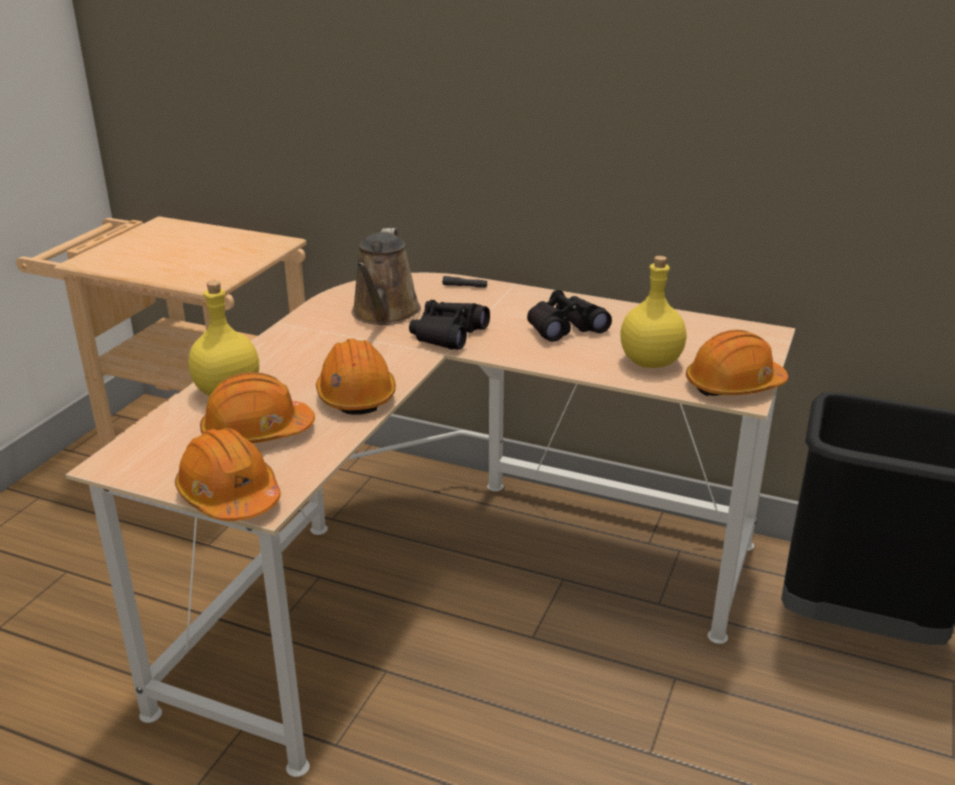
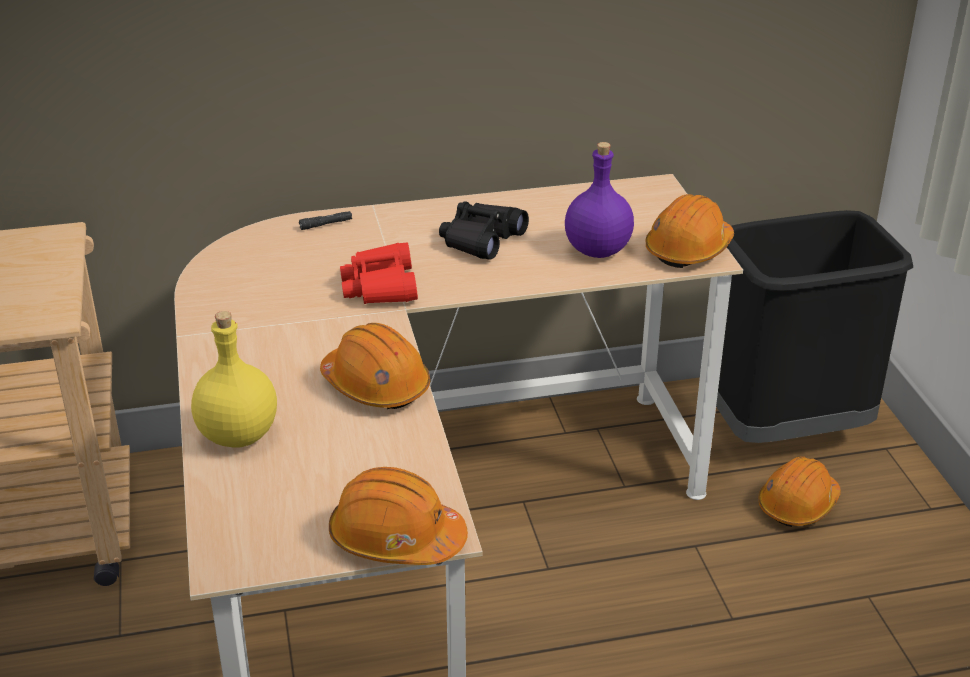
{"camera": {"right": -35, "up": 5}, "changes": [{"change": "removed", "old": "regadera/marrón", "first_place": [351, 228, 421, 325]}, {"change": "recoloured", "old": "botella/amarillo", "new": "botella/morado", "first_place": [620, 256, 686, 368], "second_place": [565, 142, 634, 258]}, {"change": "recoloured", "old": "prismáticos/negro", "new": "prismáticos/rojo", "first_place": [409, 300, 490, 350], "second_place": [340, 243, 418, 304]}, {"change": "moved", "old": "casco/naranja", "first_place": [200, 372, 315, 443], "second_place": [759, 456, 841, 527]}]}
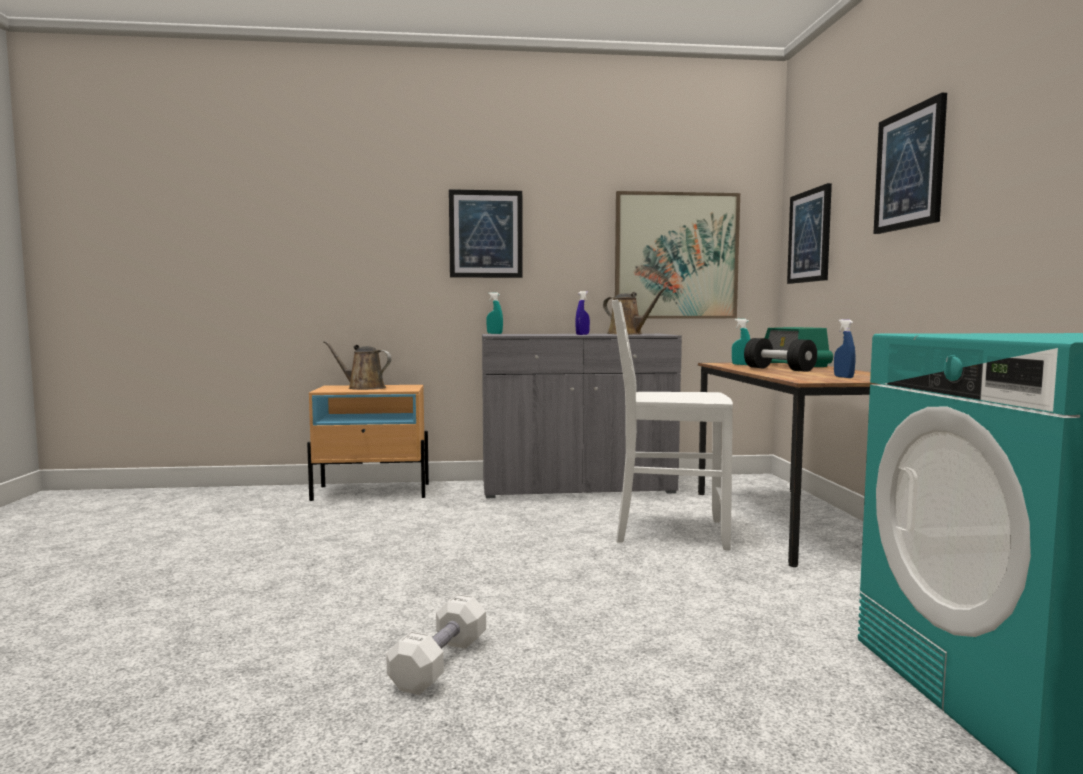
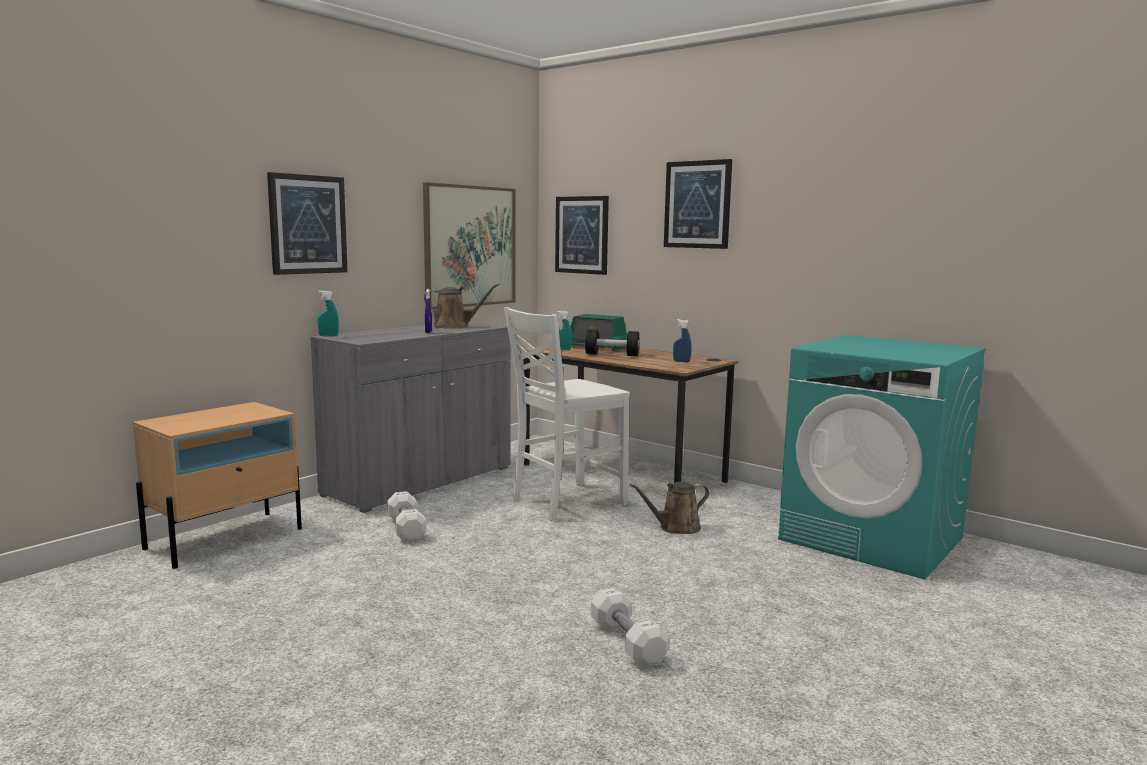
{"camera": {"right": -45, "up": 5}, "changes": [{"change": "moved", "old": "regadera/marrón", "first_place": [323, 341, 392, 390], "second_place": [630, 482, 709, 534]}, {"change": "added", "new": "mancuerna/blanco", "second_place": [387, 491, 427, 542]}]}
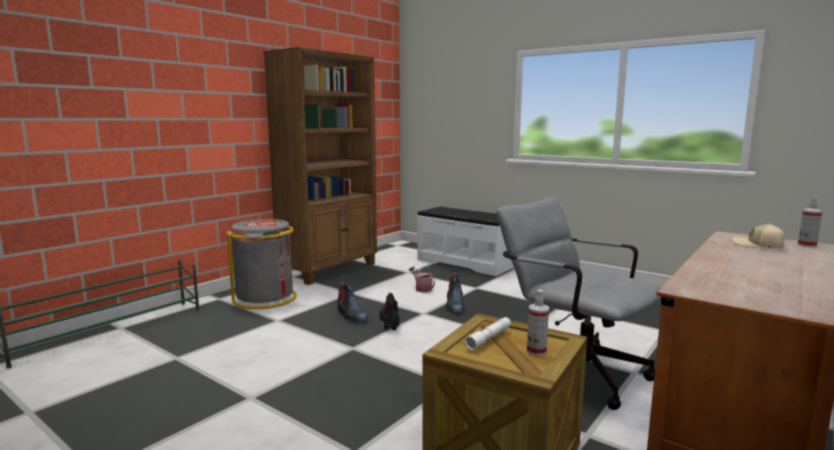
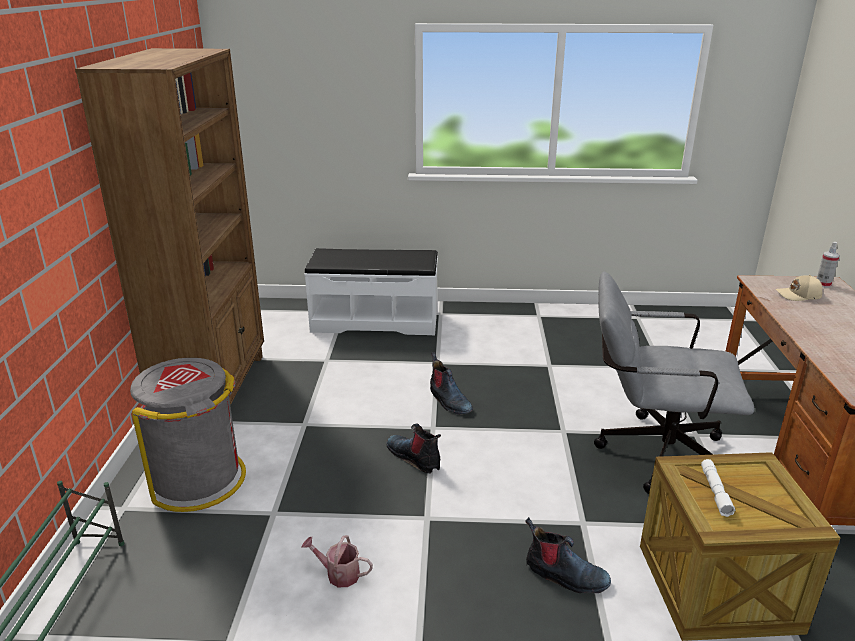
{"camera": {"right": -35, "up": 15}, "changes": [{"change": "moved", "old": "regadera", "first_place": [409, 266, 435, 292], "second_place": [301, 535, 373, 587]}, {"change": "moved", "old": "bota", "first_place": [337, 275, 368, 323], "second_place": [526, 517, 611, 593]}, {"change": "removed", "old": "pulverizador", "first_place": [527, 290, 549, 356]}]}
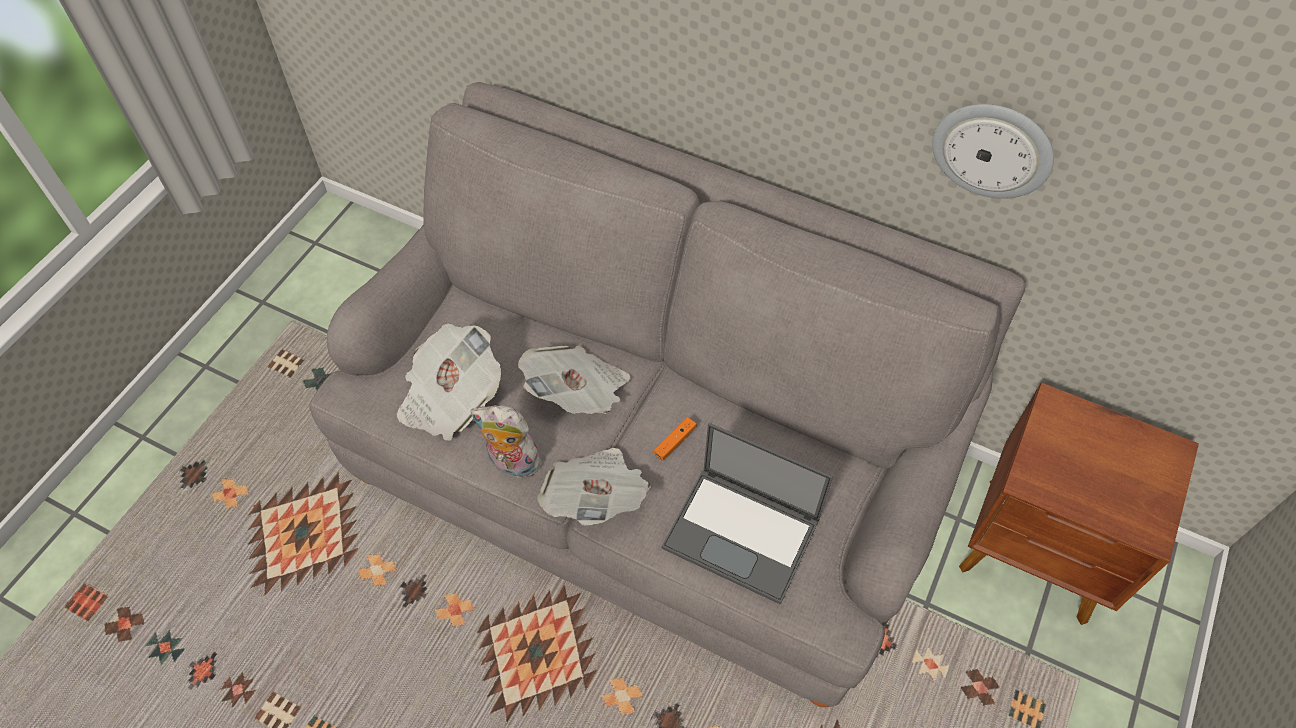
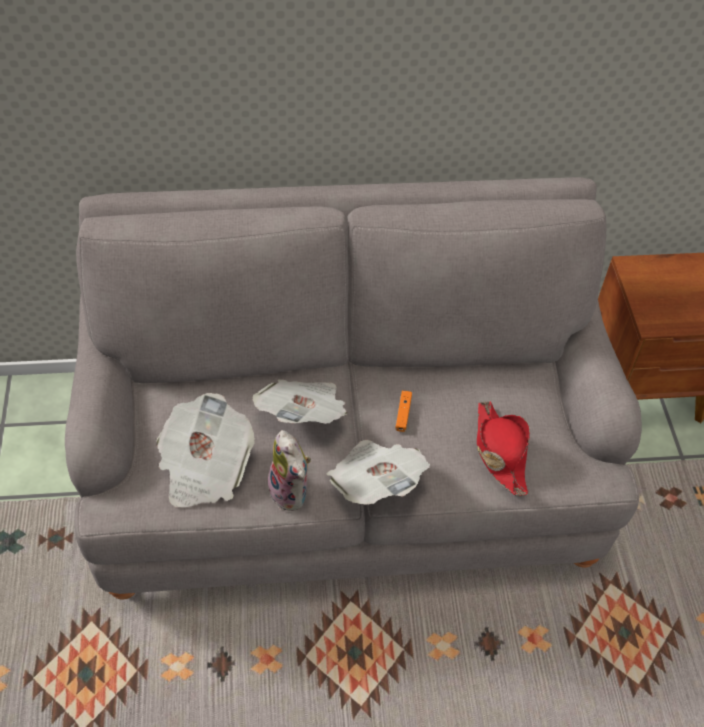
{"camera": {"right": -35, "up": -5}, "changes": [{"change": "removed", "old": "reloj de pared", "first_place": [932, 104, 1054, 199]}, {"change": "turned", "old": "peluche", "first_place": [470, 405, 545, 478], "second_place": [268, 430, 311, 511], "degrees": -105}, {"change": "replaced", "old": "portátil", "new": "sombrero/rojo", "first_place": [661, 423, 833, 605], "second_place": [477, 401, 530, 496]}]}
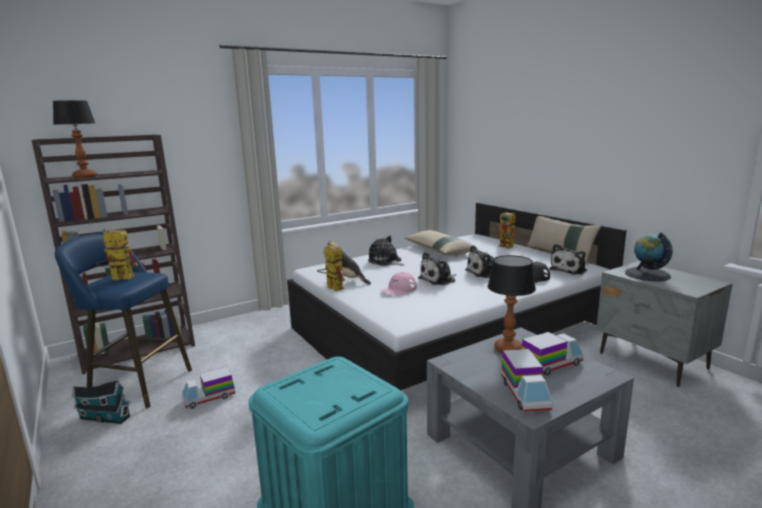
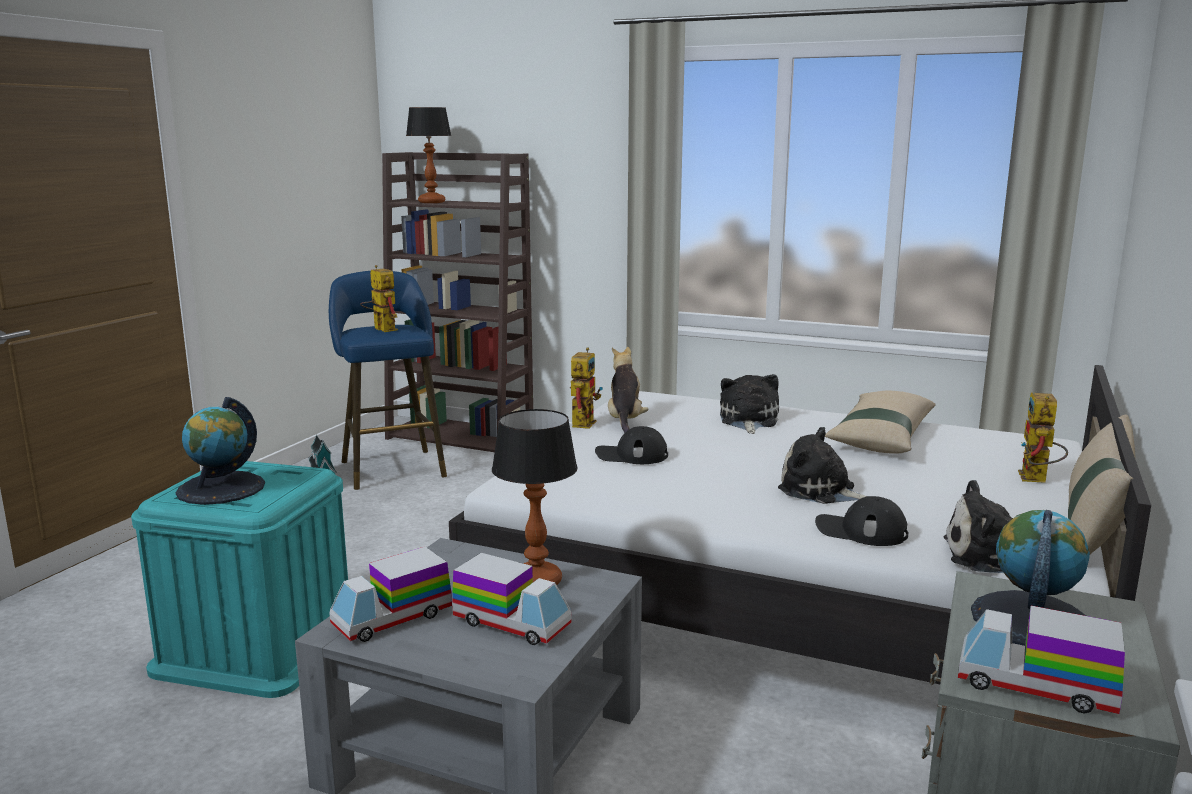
{"camera": {"right": 55, "up": 0}, "changes": [{"change": "removed", "old": "peluche", "first_place": [418, 252, 456, 285]}, {"change": "recoloured", "old": "gorra/rosa", "new": "gorra/negro", "first_place": [381, 272, 417, 296], "second_place": [595, 426, 668, 464]}, {"change": "moved", "old": "camión de juguete", "first_place": [182, 367, 235, 409], "second_place": [958, 606, 1125, 714]}, {"change": "added", "new": "globo terráqueo", "second_place": [176, 397, 265, 505]}]}
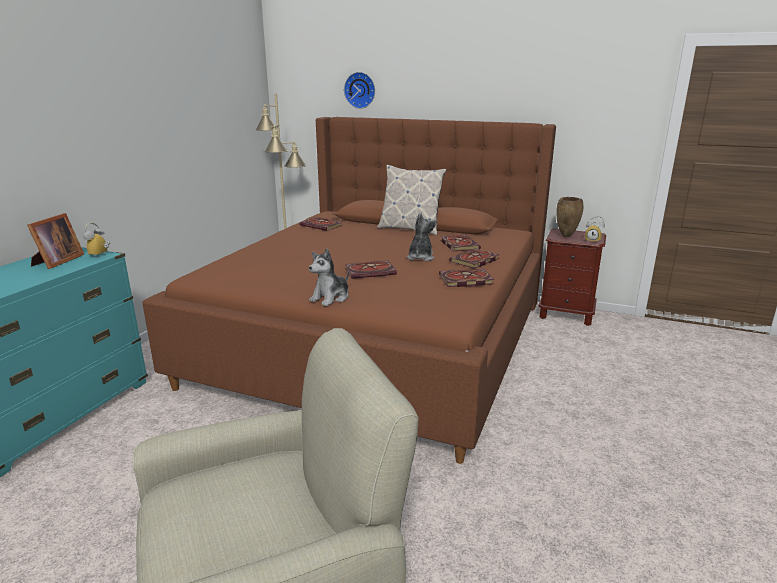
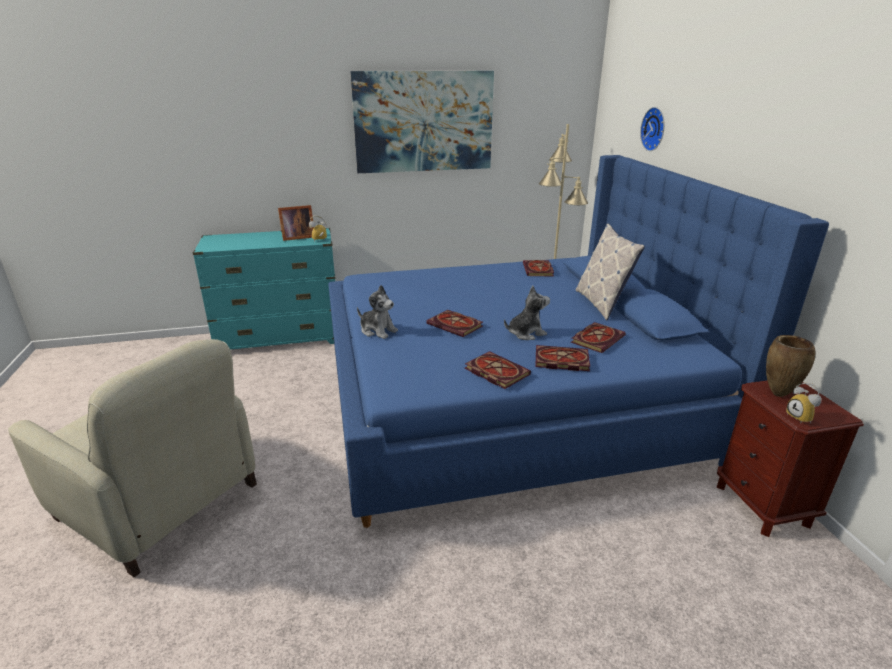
{"camera": {"right": 55, "up": 5}, "changes": [{"change": "recoloured", "old": "cama/marrón", "new": "cama/azul", "first_place": [142, 117, 556, 464], "second_place": [328, 155, 829, 528]}, {"change": "turned", "old": "peluche", "first_place": [309, 248, 349, 306], "second_place": [357, 285, 398, 339], "degrees": -150}, {"change": "added", "new": "cuadro", "second_place": [350, 71, 494, 173]}]}
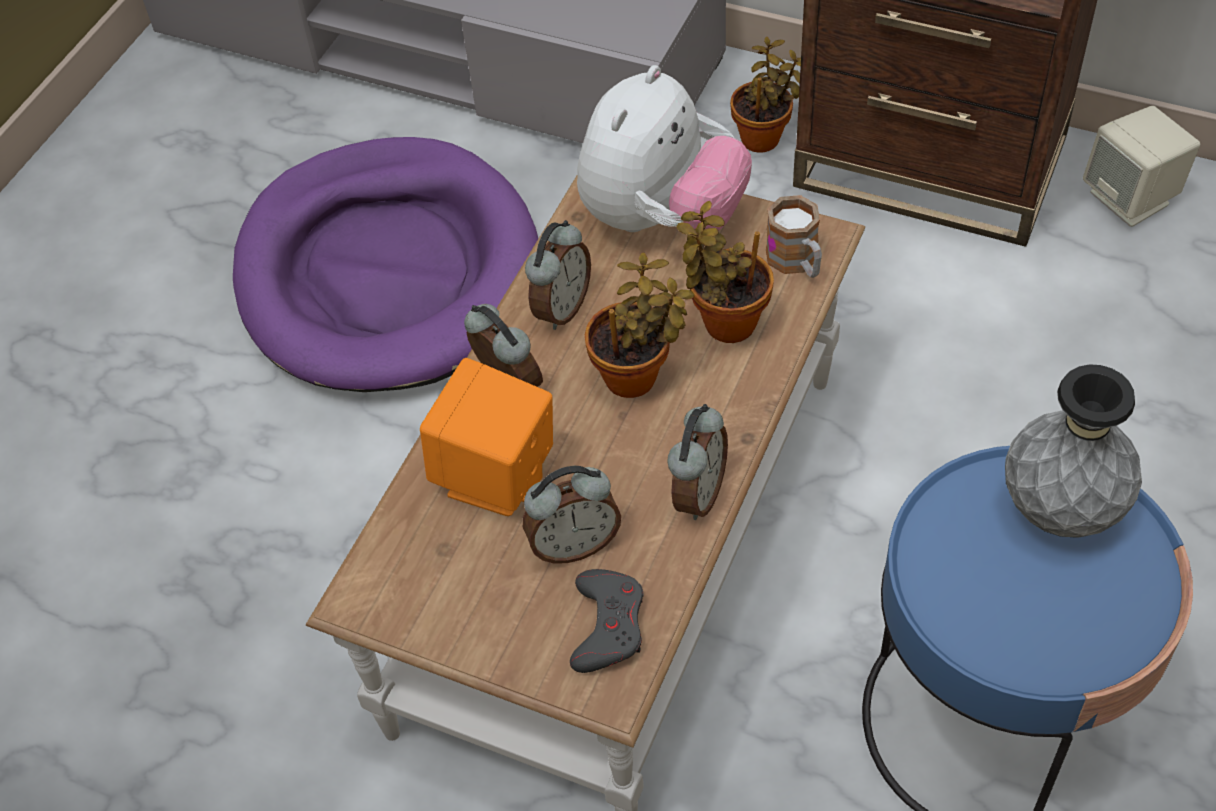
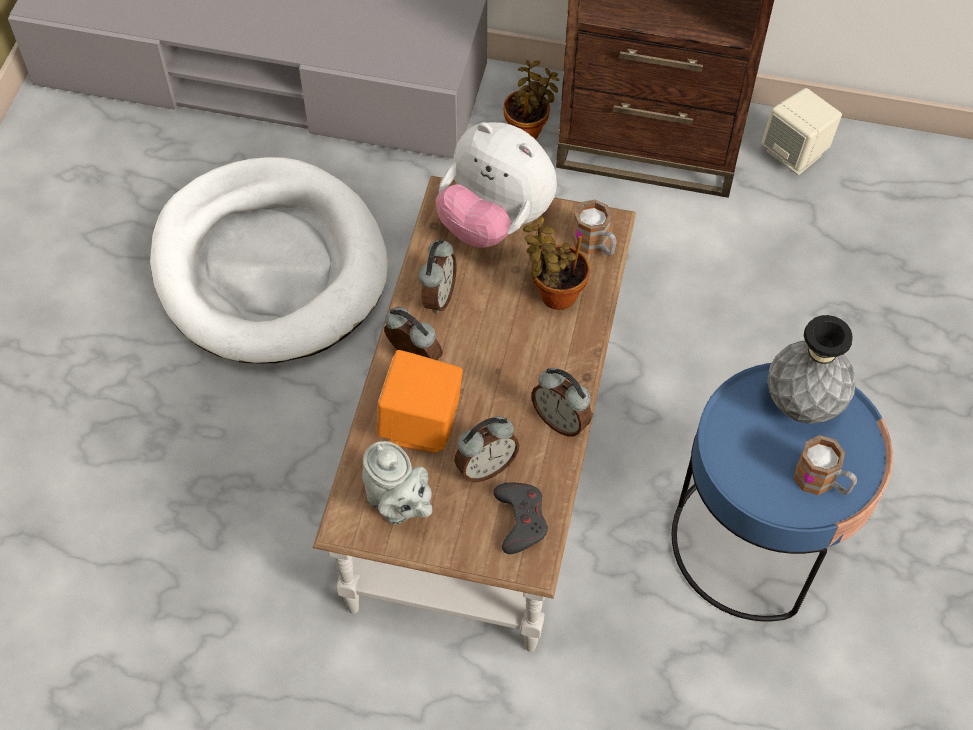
{"camera": {"right": -15, "up": 5}, "changes": [{"change": "turned", "old": "peluche", "first_place": [577, 65, 752, 232], "second_place": [436, 122, 557, 248], "degrees": 105}, {"change": "recoloured", "old": "cama para perro/morado", "new": "cama para perro/blanco", "first_place": [233, 137, 538, 392], "second_place": [150, 157, 388, 364]}, {"change": "removed", "old": "planta en maceta", "first_place": [585, 252, 694, 398]}, {"change": "turned", "old": "despertador", "first_place": [667, 404, 728, 520], "second_place": [531, 368, 592, 437], "degrees": 120}, {"change": "added", "new": "taza grande", "second_place": [793, 435, 857, 495]}, {"change": "added", "new": "tetera/gris", "second_place": [362, 441, 432, 524]}]}
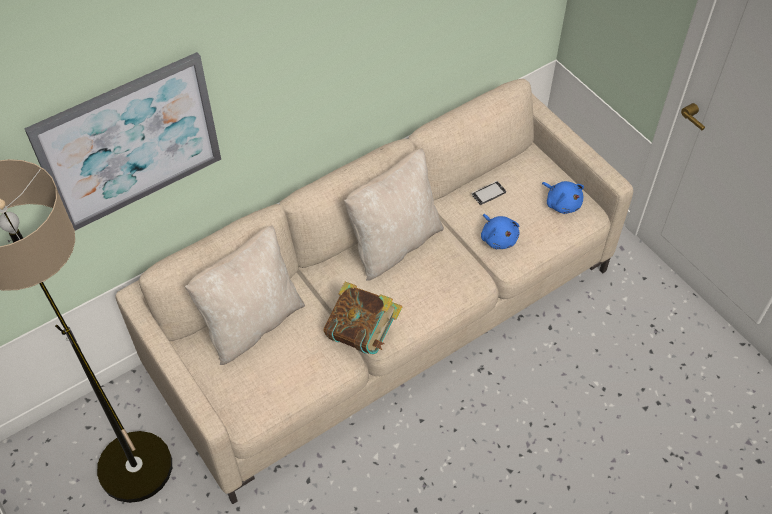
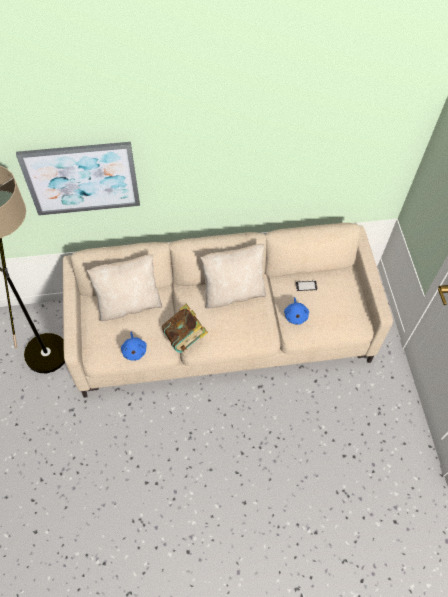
{"camera": {"right": 25, "up": 5}, "changes": [{"change": "moved", "old": "peluche/azul", "first_place": [542, 181, 584, 214], "second_place": [121, 332, 147, 361]}]}
